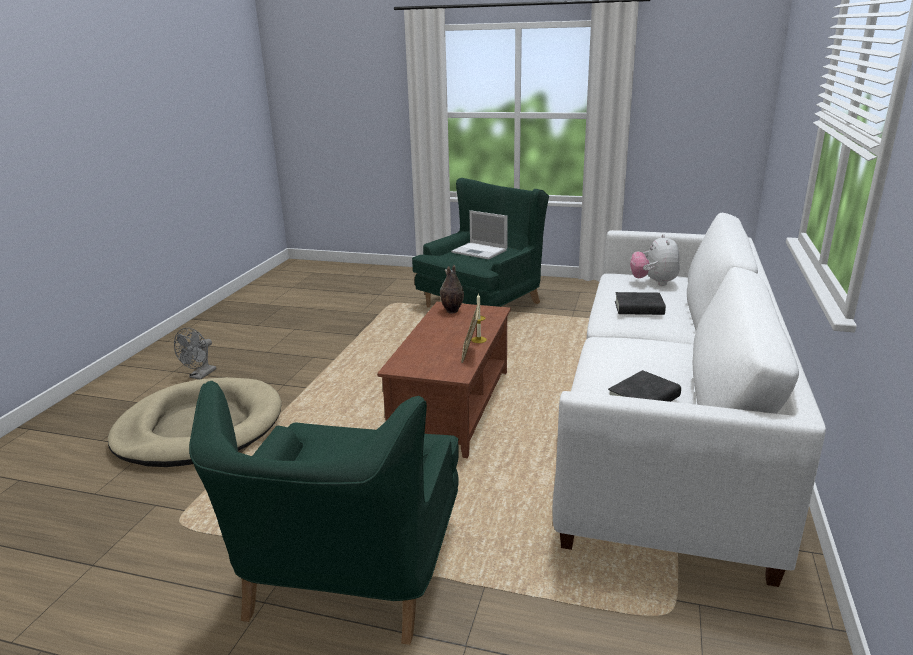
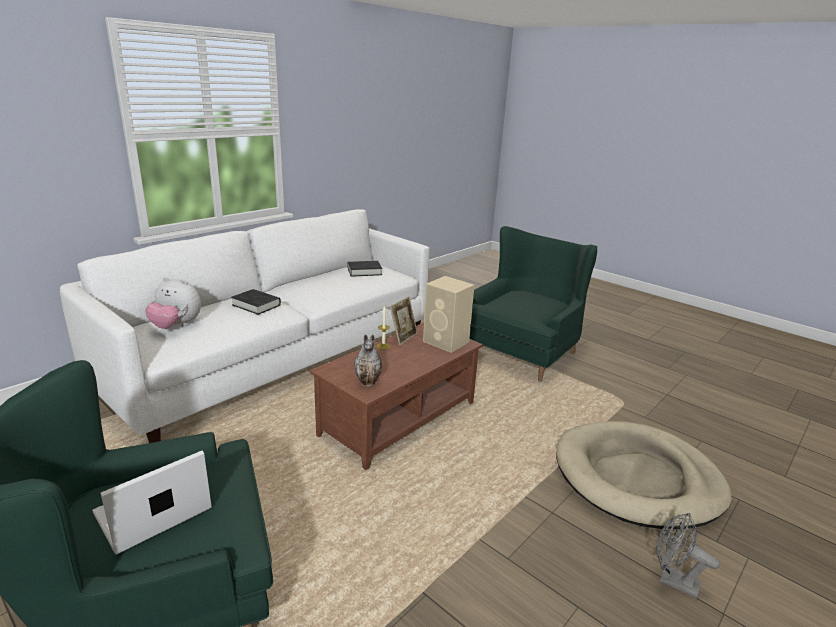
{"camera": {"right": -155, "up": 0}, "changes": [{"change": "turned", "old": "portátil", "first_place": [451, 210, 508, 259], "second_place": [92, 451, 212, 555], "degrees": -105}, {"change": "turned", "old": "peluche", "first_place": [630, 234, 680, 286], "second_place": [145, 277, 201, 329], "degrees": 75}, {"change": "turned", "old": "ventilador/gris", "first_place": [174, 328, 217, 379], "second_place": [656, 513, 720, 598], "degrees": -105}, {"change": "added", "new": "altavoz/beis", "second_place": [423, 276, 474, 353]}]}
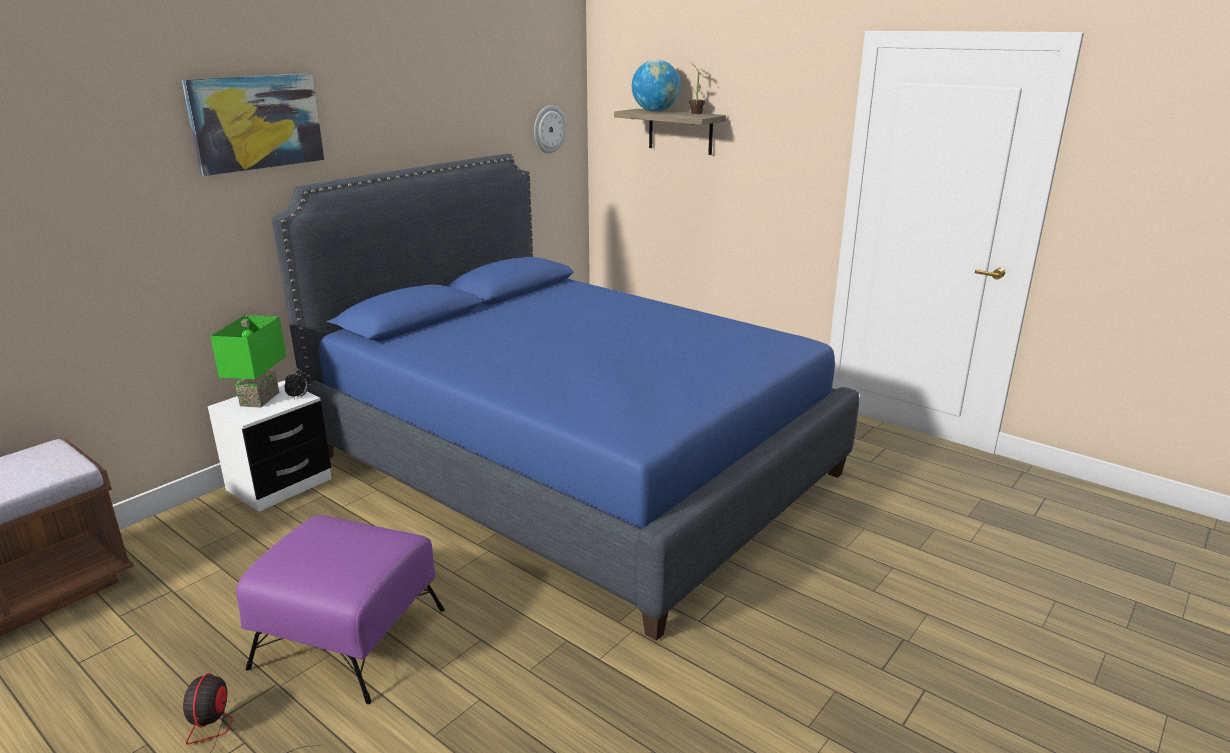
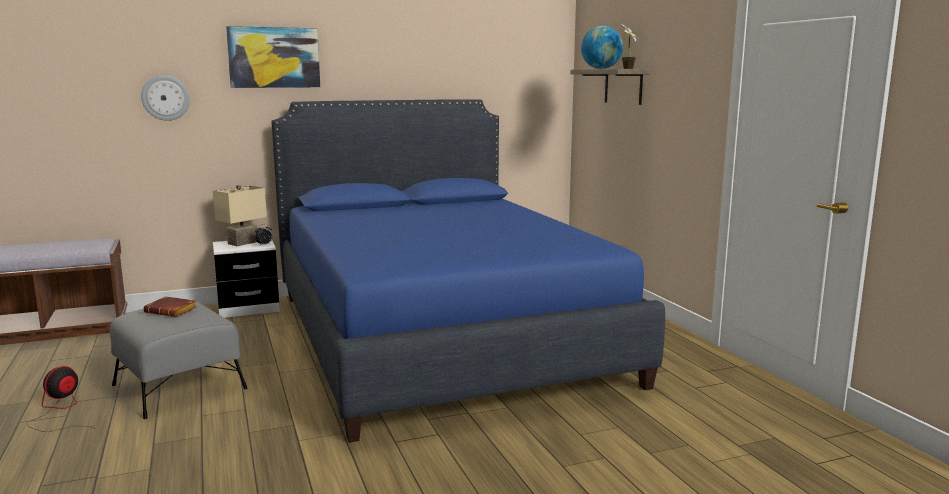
{"camera": {"right": 30, "up": -10}, "changes": [{"change": "moved", "old": "reloj de pared", "first_place": [534, 105, 566, 153], "second_place": [141, 75, 190, 121]}, {"change": "recoloured", "old": "lámpara de mesa/verde", "new": "lámpara de mesa/beis", "first_place": [210, 315, 286, 408], "second_place": [213, 185, 267, 246]}, {"change": "recoloured", "old": "puf/morado", "new": "puf/gris", "first_place": [236, 515, 445, 704], "second_place": [110, 302, 248, 419]}, {"change": "added", "new": "libro/marrón", "second_place": [143, 296, 197, 317]}]}
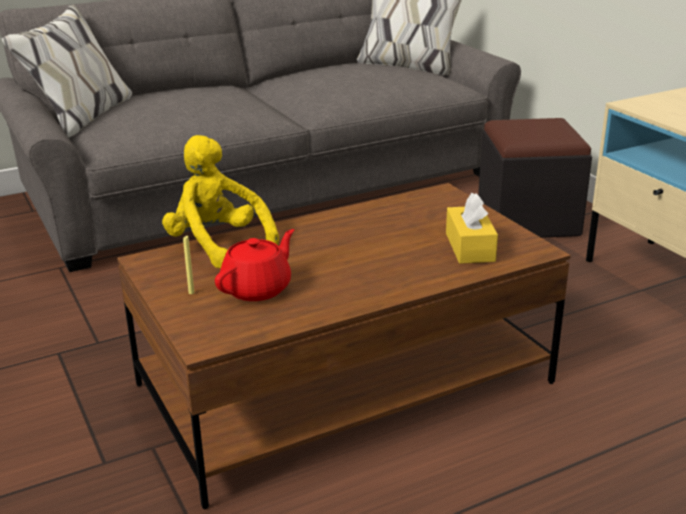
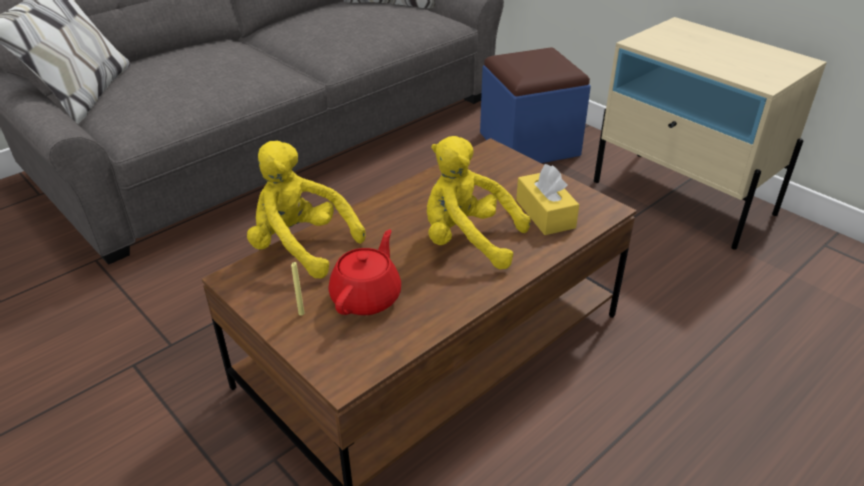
{"camera": {"right": -15, "up": 10}, "changes": [{"change": "recoloured", "old": "puf/negro", "new": "puf/azul", "first_place": [478, 118, 592, 238], "second_place": [480, 47, 591, 163]}, {"change": "added", "new": "peluche/amarillo", "second_place": [427, 136, 531, 269]}]}
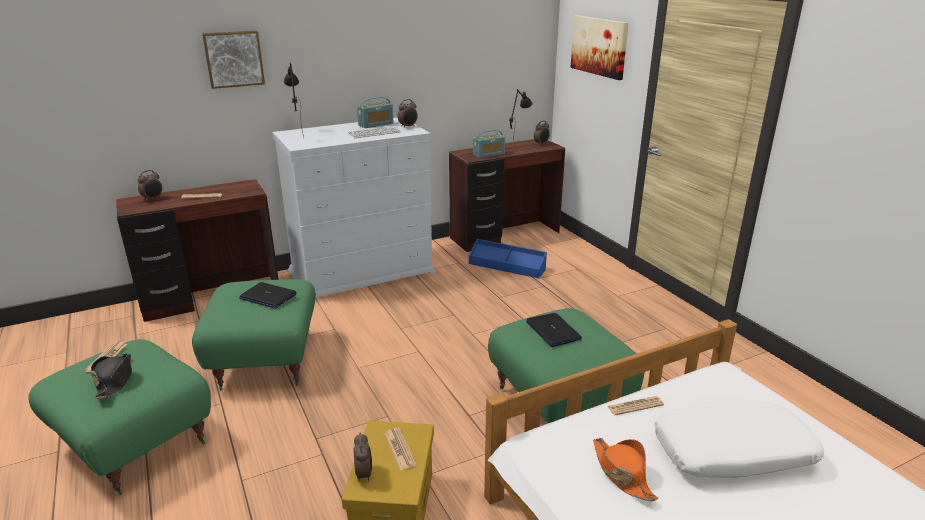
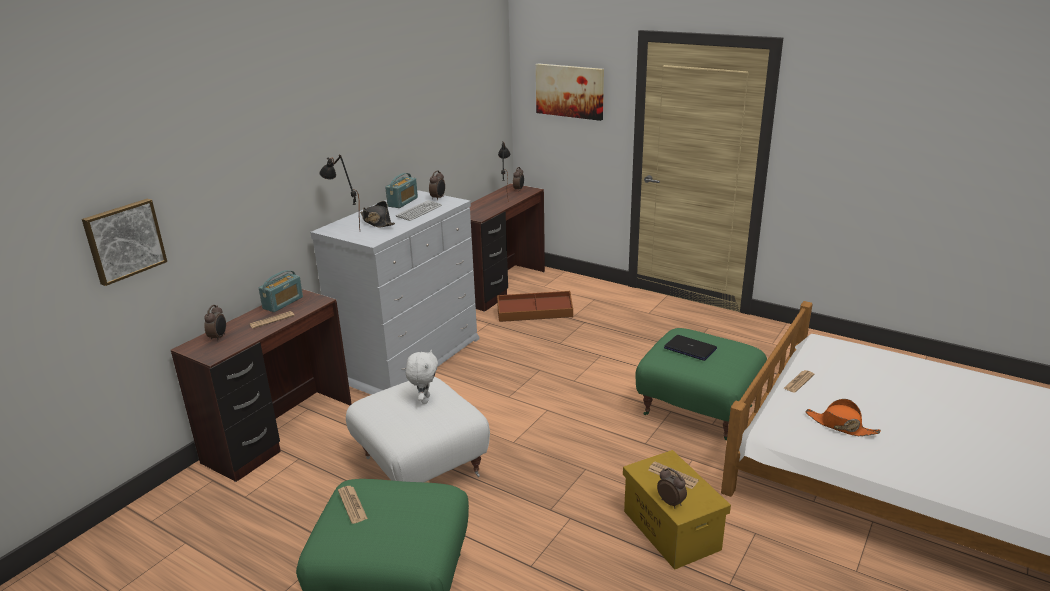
{"camera": {"right": -30, "up": 0}, "changes": [{"change": "moved", "old": "cuadro", "first_place": [202, 31, 265, 89], "second_place": [82, 199, 167, 286]}, {"change": "moved", "old": "radio", "first_place": [473, 130, 505, 158], "second_place": [259, 270, 303, 312]}, {"change": "recoloured", "old": "caja de almacenaje/azul", "new": "caja de almacenaje/marrón", "first_place": [469, 239, 547, 278], "second_place": [497, 291, 573, 322]}, {"change": "recoloured", "old": "puf/verde", "new": "puf/blanco", "first_place": [192, 279, 316, 391], "second_place": [346, 377, 490, 482]}, {"change": "replaced", "old": "portátil", "new": "peluche/blanco", "first_place": [239, 282, 297, 308], "second_place": [406, 350, 438, 404]}, {"change": "moved", "old": "sombrero/negro", "first_place": [91, 353, 132, 399], "second_place": [360, 201, 395, 228]}, {"change": "removed", "old": "cojín/blanco", "first_place": [655, 400, 824, 478]}]}
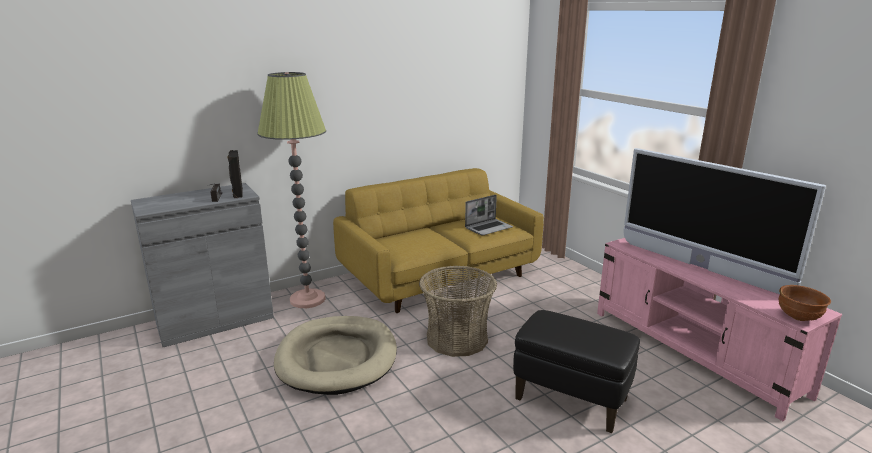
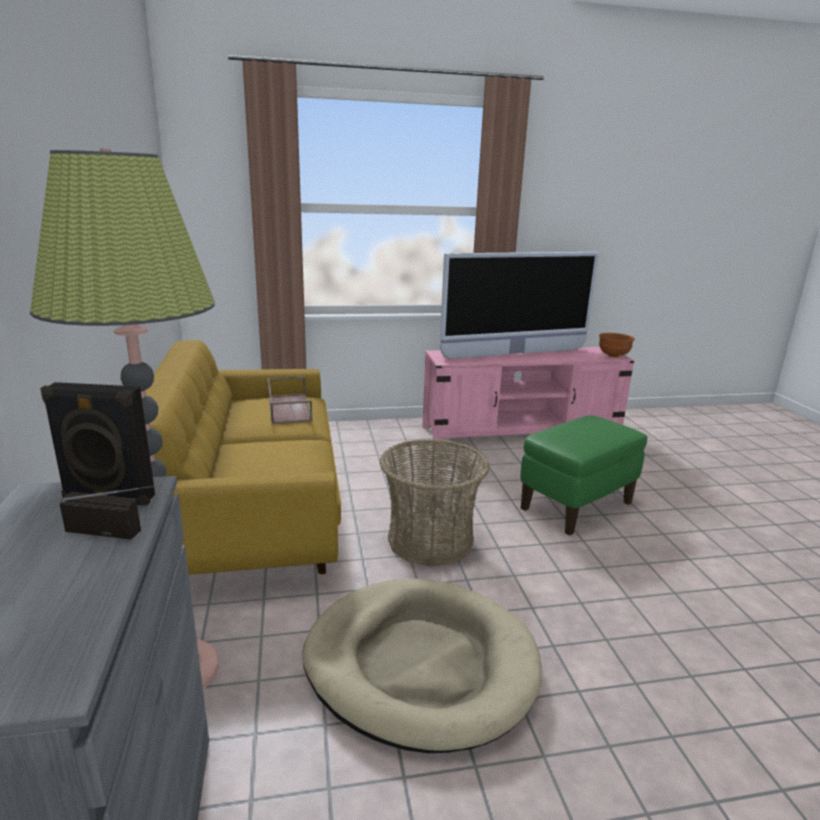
{"camera": {"right": -70, "up": 0}, "changes": [{"change": "replaced", "old": "portátil", "new": "bandeja/marrón", "first_place": [465, 195, 513, 235], "second_place": [268, 377, 313, 424]}, {"change": "recoloured", "old": "puf/negro", "new": "puf/verde", "first_place": [513, 310, 640, 433], "second_place": [521, 415, 647, 536]}]}
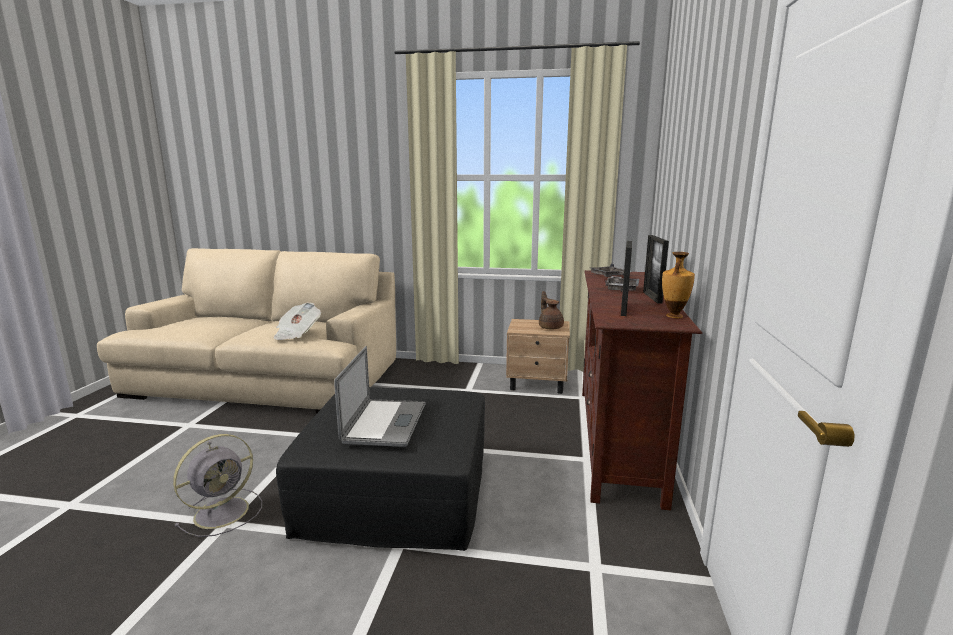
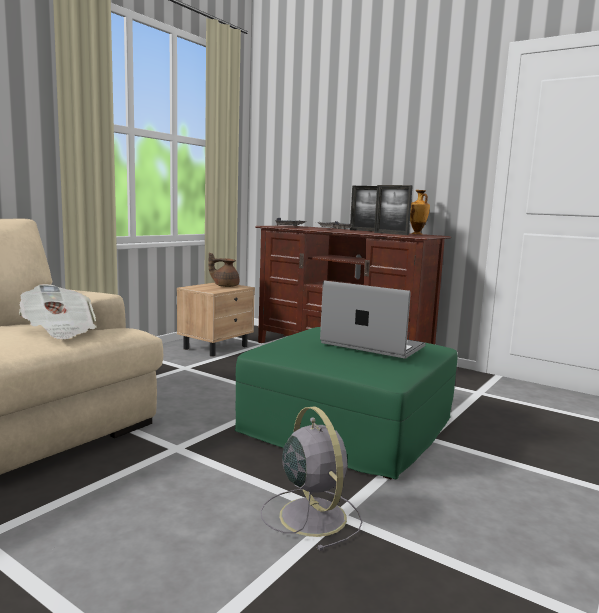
{"camera": {"right": -65, "up": -5}, "changes": [{"change": "recoloured", "old": "puf/negro", "new": "puf/verde", "first_place": [276, 387, 485, 551], "second_place": [235, 327, 458, 479]}]}
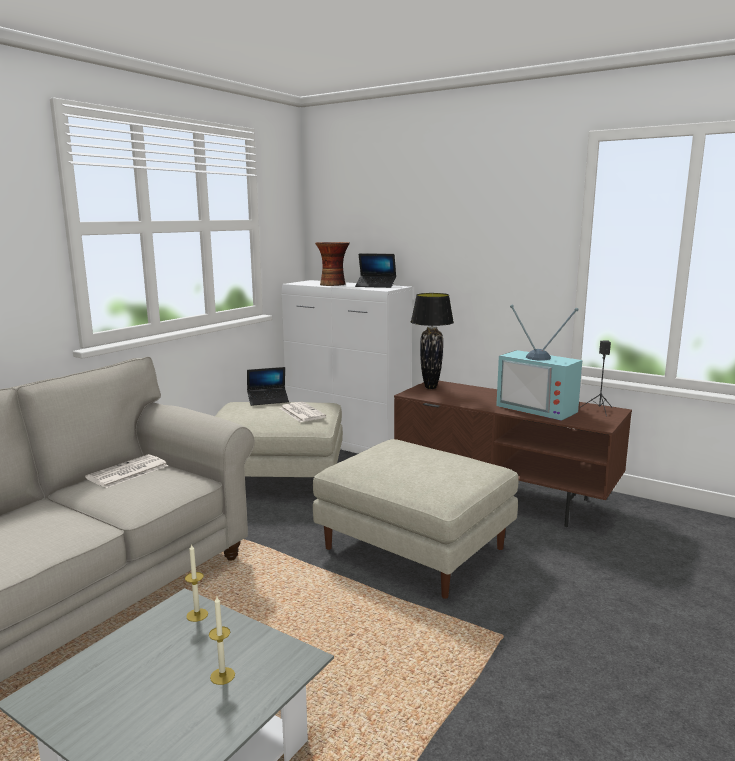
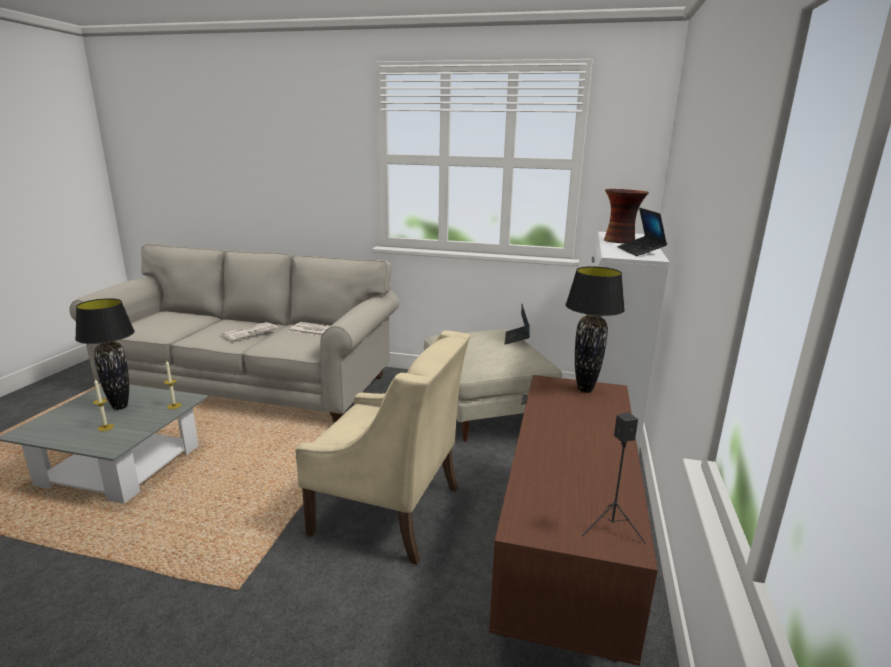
{"camera": {"right": 70, "up": 5}, "changes": [{"change": "removed", "old": "televisor", "first_place": [496, 304, 582, 421]}, {"change": "turned", "old": "portátil", "first_place": [247, 367, 289, 406], "second_place": [505, 304, 530, 344], "degrees": 45}, {"change": "moved", "old": "periódico", "first_place": [280, 402, 326, 422], "second_place": [222, 322, 278, 341]}, {"change": "replaced", "old": "puf/beis", "new": "sillón/beis", "first_place": [313, 439, 519, 599], "second_place": [295, 330, 470, 565]}, {"change": "added", "new": "lámpara de mesa/negro", "second_place": [75, 298, 135, 410]}]}
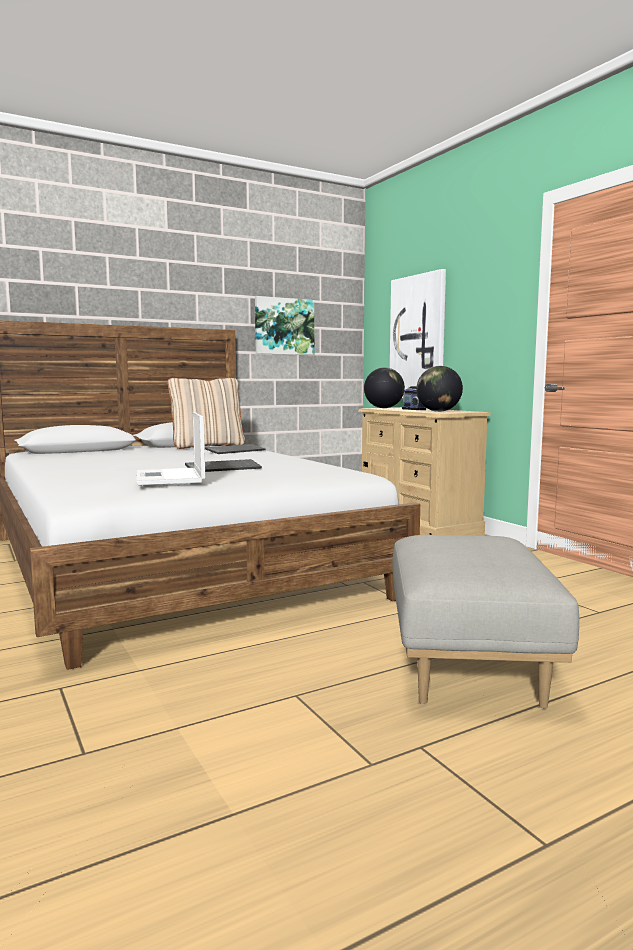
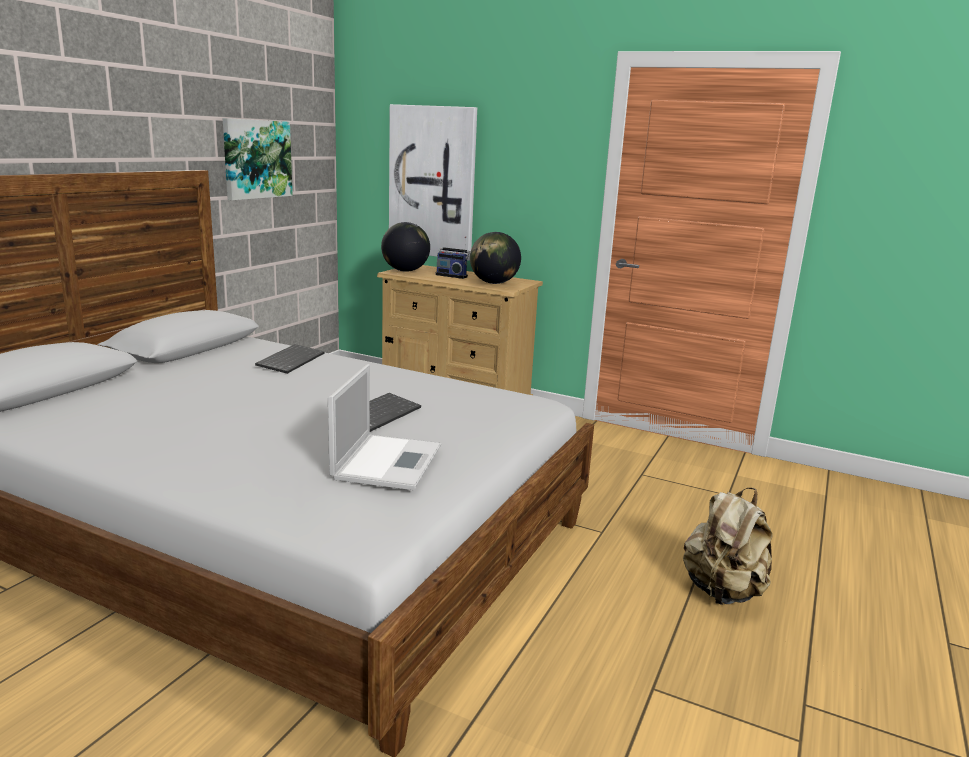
{"camera": {"right": -35, "up": 10}, "changes": [{"change": "removed", "old": "cojín/beis", "first_place": [167, 378, 245, 449]}, {"change": "turned", "old": "portátil", "first_place": [136, 412, 206, 485], "second_place": [328, 364, 441, 490], "degrees": -120}, {"change": "replaced", "old": "puf/gris", "new": "mochila/beis", "first_place": [392, 535, 579, 709], "second_place": [683, 488, 772, 605]}]}
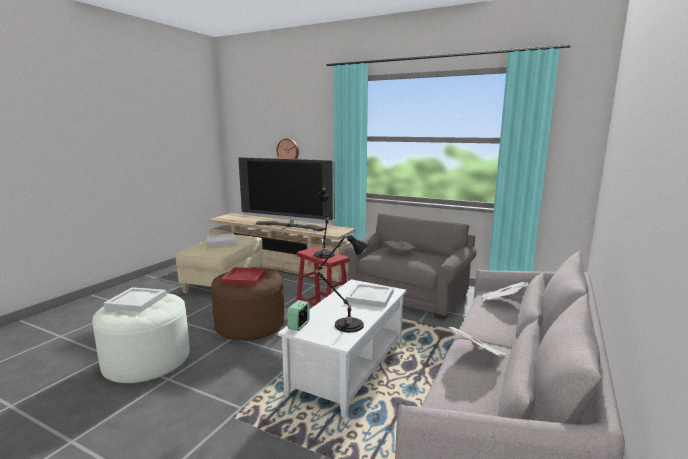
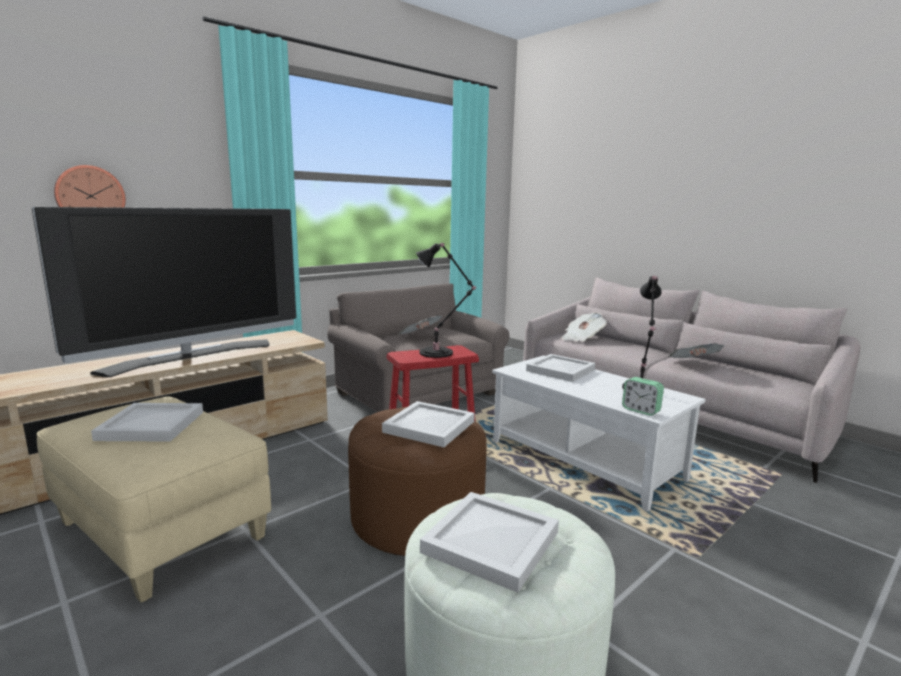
{"camera": {"right": -70, "up": 0}, "changes": [{"change": "recoloured", "old": "bandeja/rojo", "new": "bandeja/blanco", "first_place": [221, 267, 267, 286], "second_place": [382, 401, 475, 447]}]}
